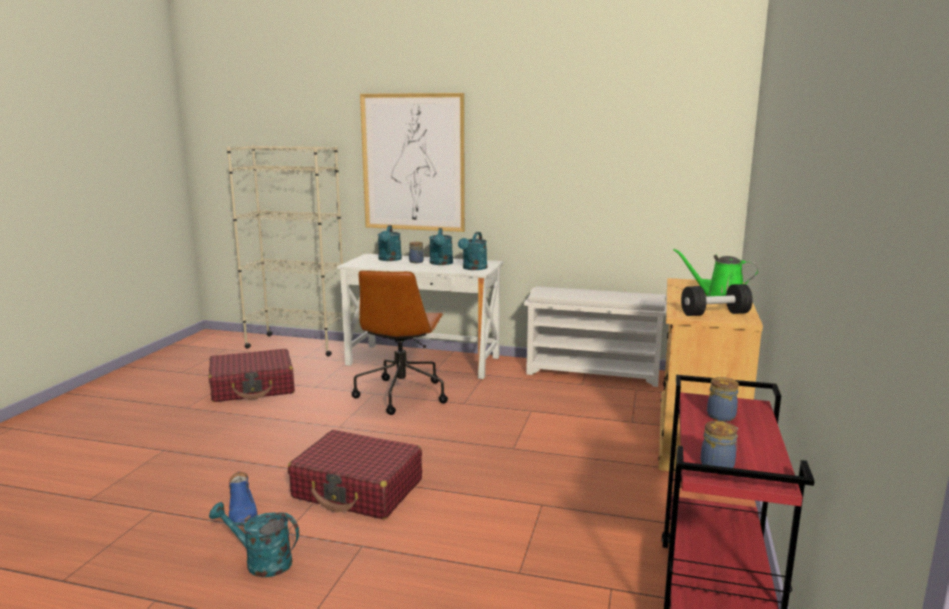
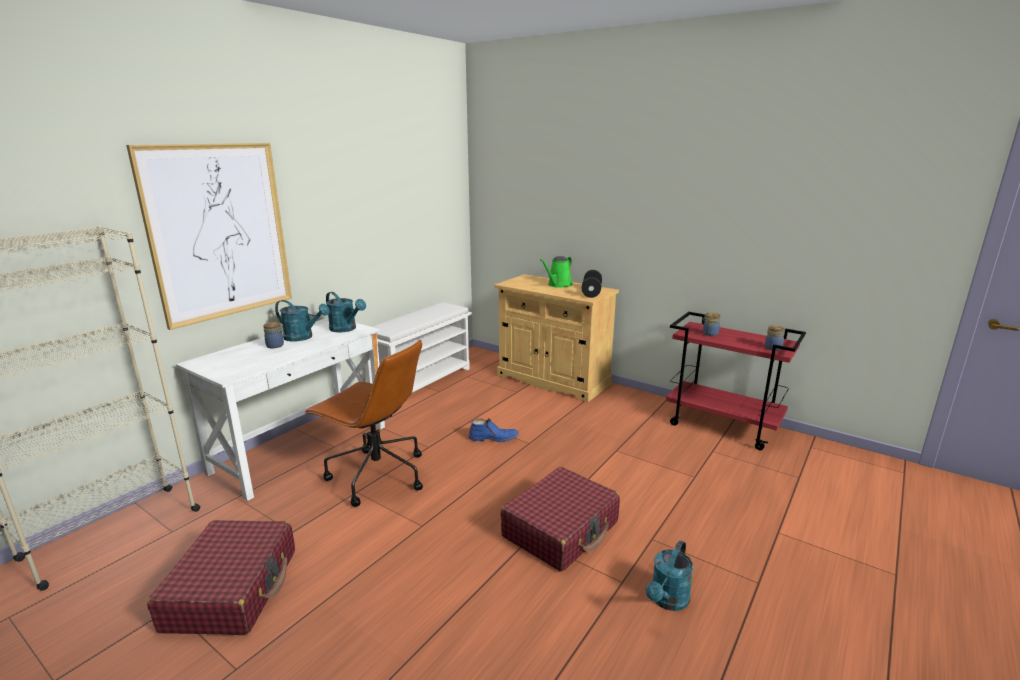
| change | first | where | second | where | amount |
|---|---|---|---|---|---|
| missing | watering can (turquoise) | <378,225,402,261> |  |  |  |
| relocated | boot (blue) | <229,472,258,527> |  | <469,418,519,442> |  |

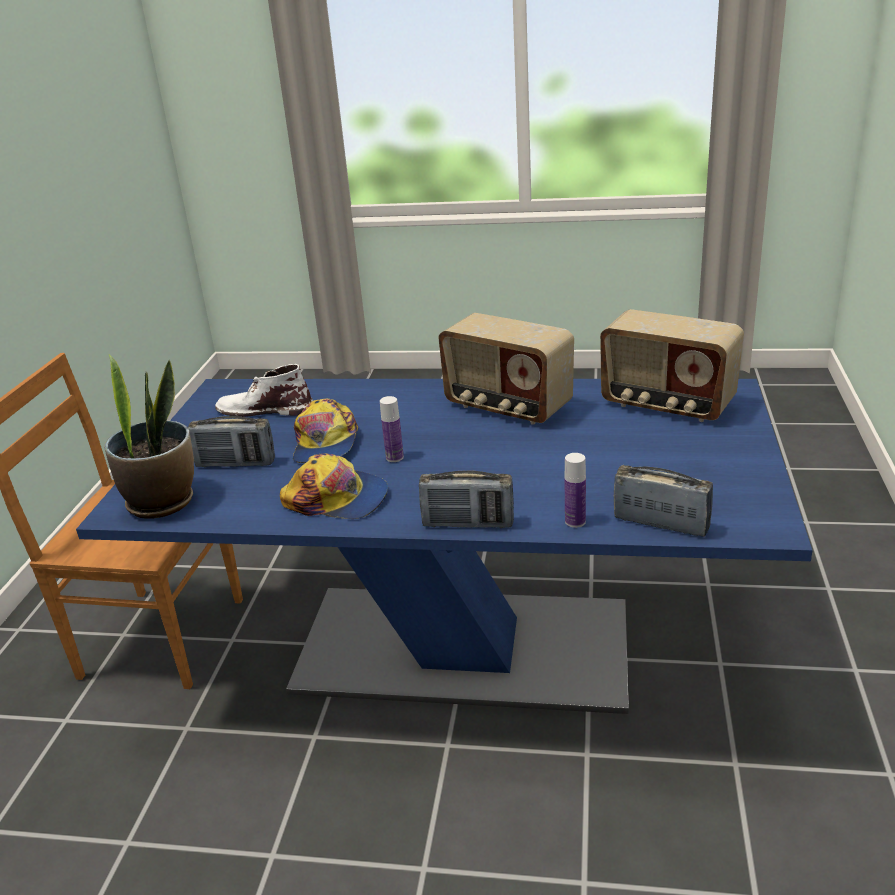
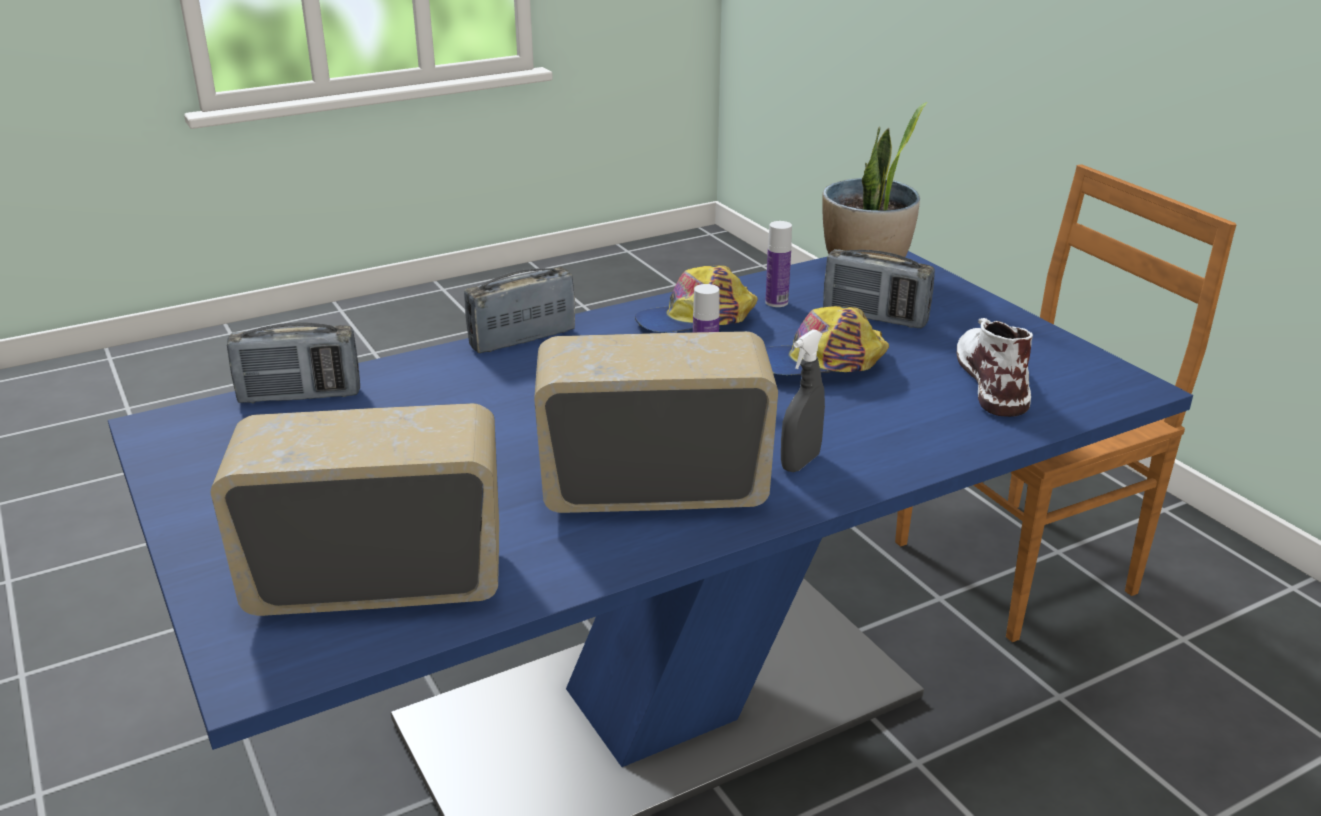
| change | first | where | second | where | amount |
|---|---|---|---|---|---|
| appeared |  |  | spray bottle (grey) | <781,329,825,472> |  |
| relocated | bottle | <564,453,586,528> |  | <765,221,792,307> |  |
| spun | radio | <188,416,275,467> |  | <823,249,935,328> | 120 degrees counterclockwise |
| spun | boot (white) | <215,364,313,417> |  | <957,318,1033,417> | 60 degrees counterclockwise |
| spun | cap | <293,399,359,463> |  | <766,306,889,375> | 60 degrees counterclockwise |

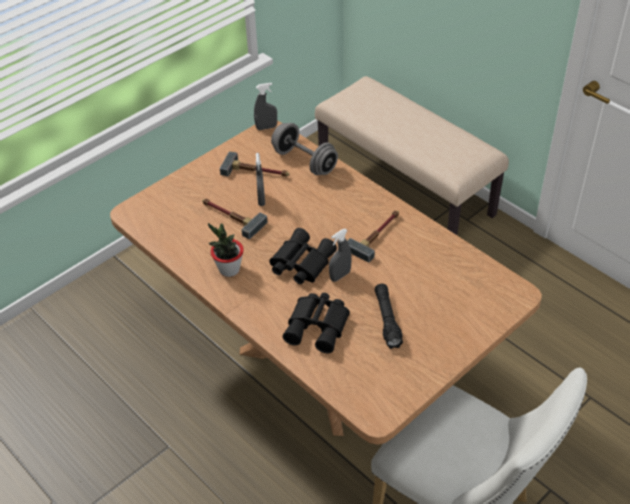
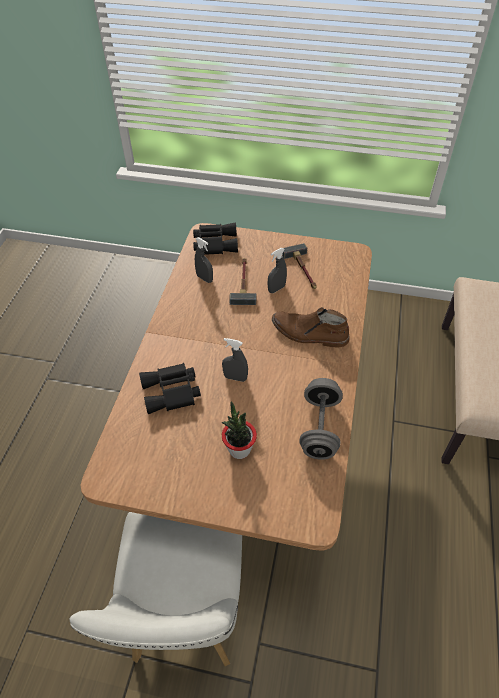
| change | first | where | second | where | amount |
|---|---|---|---|---|---|
| missing | hammer | <347,210,399,263> |  |  |  |
| missing | flashlight (black) | <375,284,403,349> |  |  |  |
| appeared |  |  | boot (brown) | <272,307,350,347> |  |
| relocated | potted plant | <208,223,244,277> |  | <222,401,257,459> |  |
| relocated | spray bottle (grey) | <254,83,277,130> |  | <195,237,213,283> |  |
| relocated | binoculars (black) | <270,228,337,284> |  | <193,223,238,255> |  |
| relocated | dumbbell (grey) | <271,123,338,175> |  | <299,378,343,460> |  |

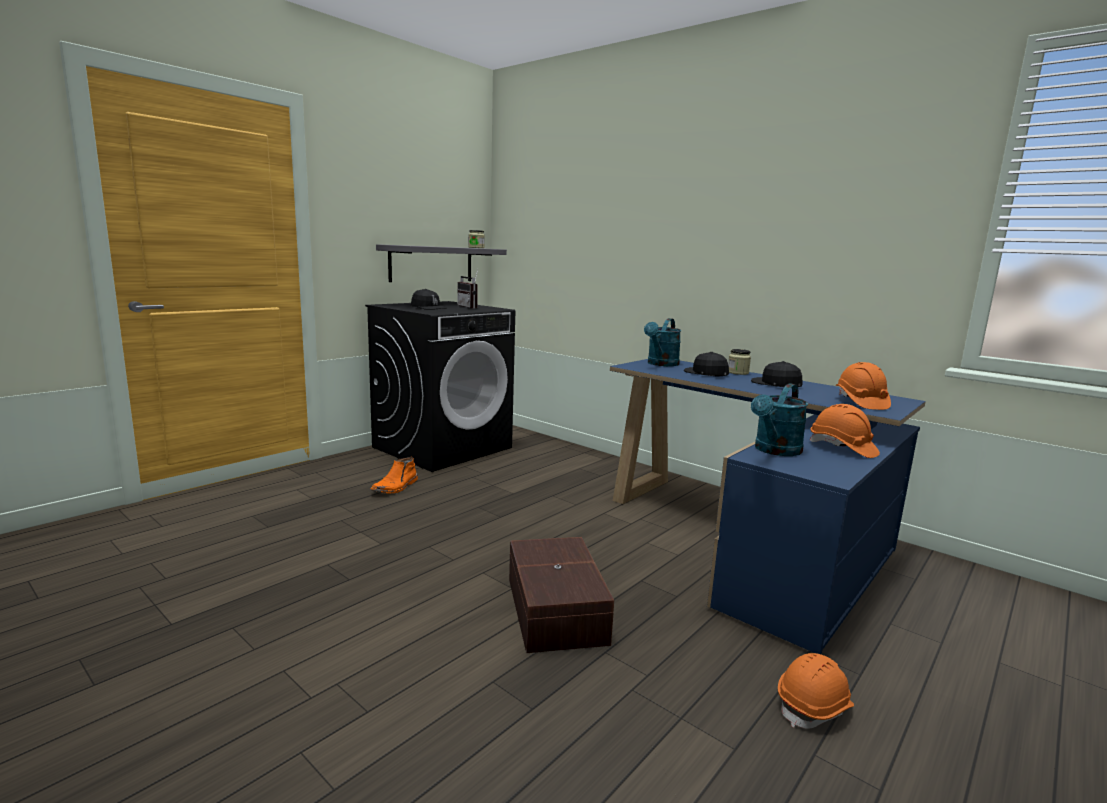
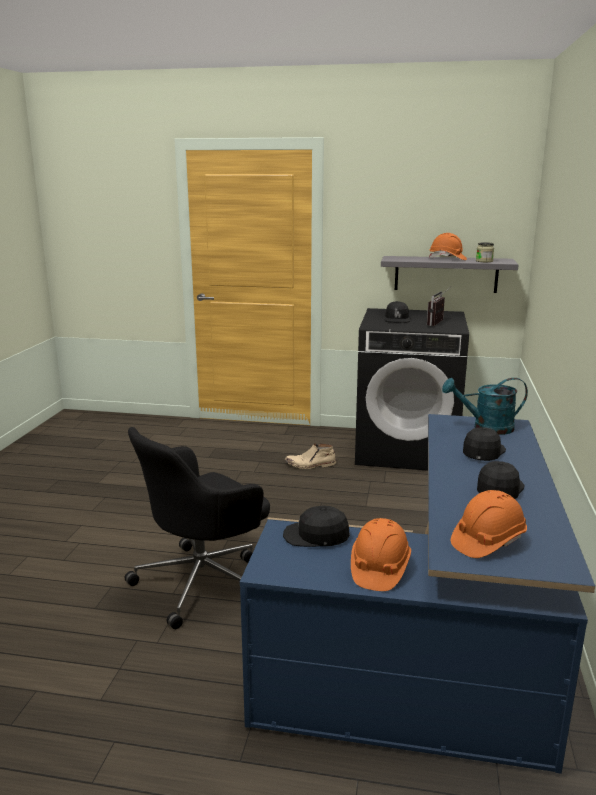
| change | first | where | second | where | amount |
|---|---|---|---|---|---|
| missing | jar | <728,349,751,375> |  |  |  |
| relocated | hard hat (orange) | <778,653,854,729> |  | <429,233,467,260> |  |
| exchanged | storage box (brown) | <509,537,614,653> | office chair (black) | <125,427,270,629> |  |
| exchanged | watering can (turquoise) | <751,383,808,456> | cap (black) | <283,506,350,547> |  |
| colour | boot (orange) | <371,457,418,494> | boot (beige) | <285,443,336,469> |  |

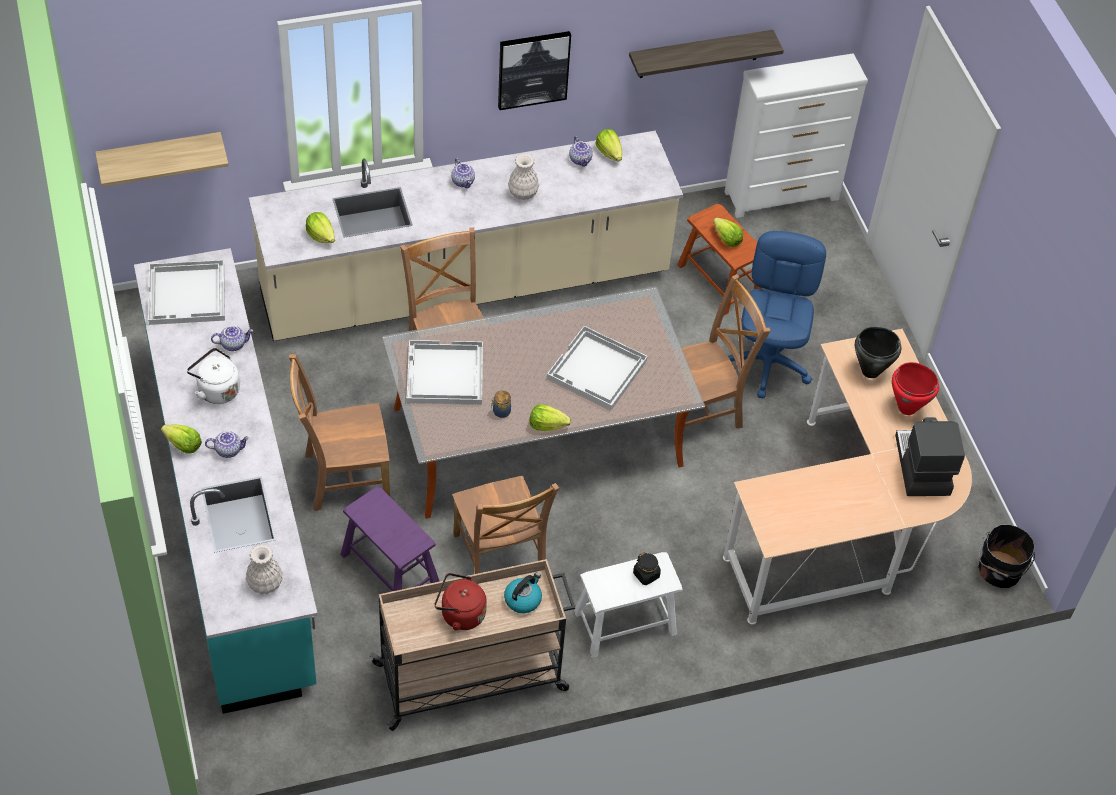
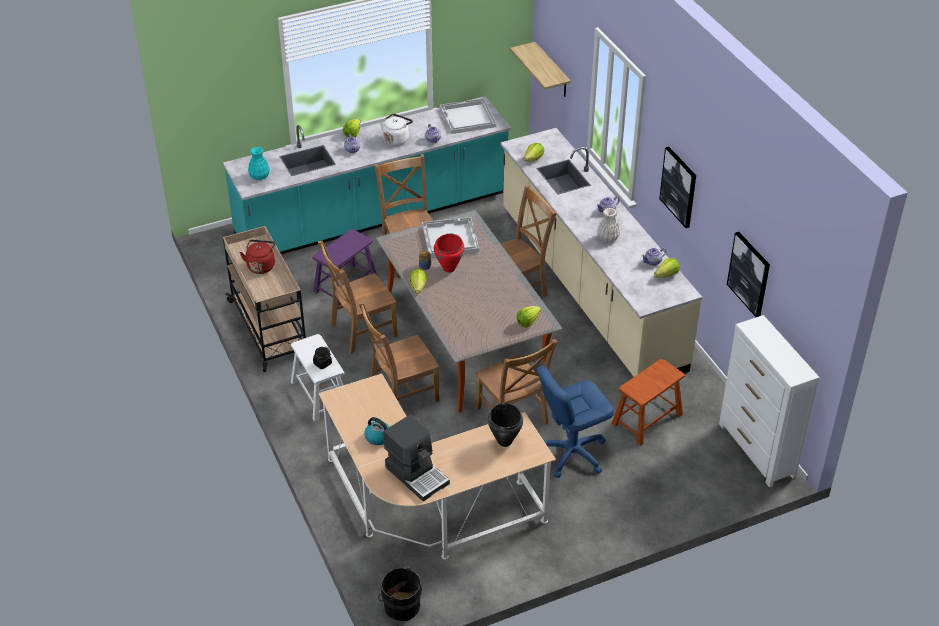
| change | first | where | second | where | amount |
|---|---|---|---|---|---|
| missing | tray (white) | <547,326,648,410> |  |  |  |
| appeared |  |  | chair (brown) | <358,302,439,403> |  |
| relocated | kettle | <504,572,542,613> |  | <364,417,390,445> |  |
| relocated | lettuce | <713,218,743,247> |  | <516,306,541,328> |  |
| relocated | cooking pot (red) | <892,362,939,415> |  | <434,234,464,273> |  |
| exchanged | shelf | <629,30,784,78> | picture | <727,232,770,317> |  |
| colour | vase (white) | <246,545,283,594> | vase (turquoise) | <248,147,270,180> |  |
| spun | office chair (blue) | <728,231,826,399> |  | <536,366,614,478> | 150 degrees clockwise |
| spun | coffee machine | <895,417,965,496> |  | <383,415,450,501> | 60 degrees clockwise |

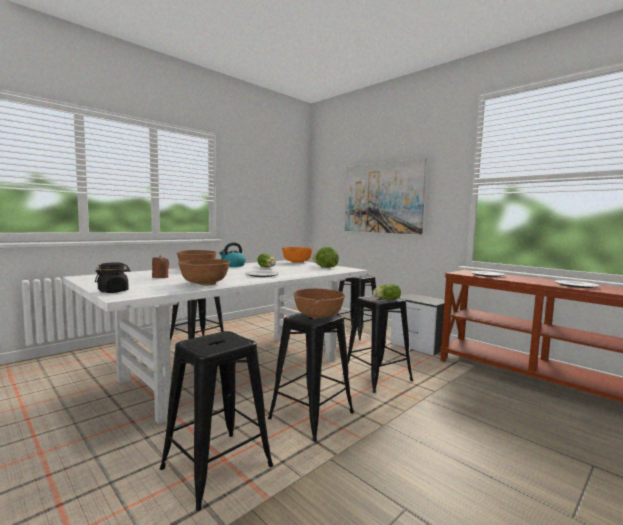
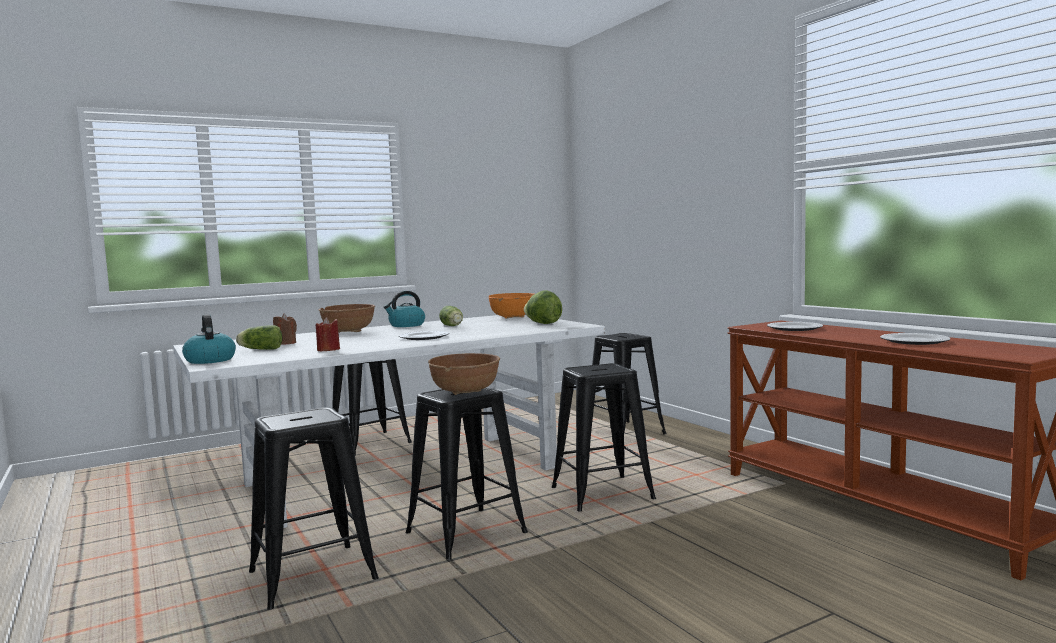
| change | first | where | second | where | amount |
|---|---|---|---|---|---|
| missing | picture | <345,158,427,234> |  |  |  |
| missing | nightstand | <391,293,452,355> |  |  |  |
| relocated | lettuce | <373,284,401,299> |  | <236,325,282,350> |  |
| exchanged | jar (black) | <95,262,131,293> | kettle | <182,314,236,364> |  |
| exchanged | bowl (brown) | <178,259,230,286> | candle (red) | <316,318,340,352> |  |

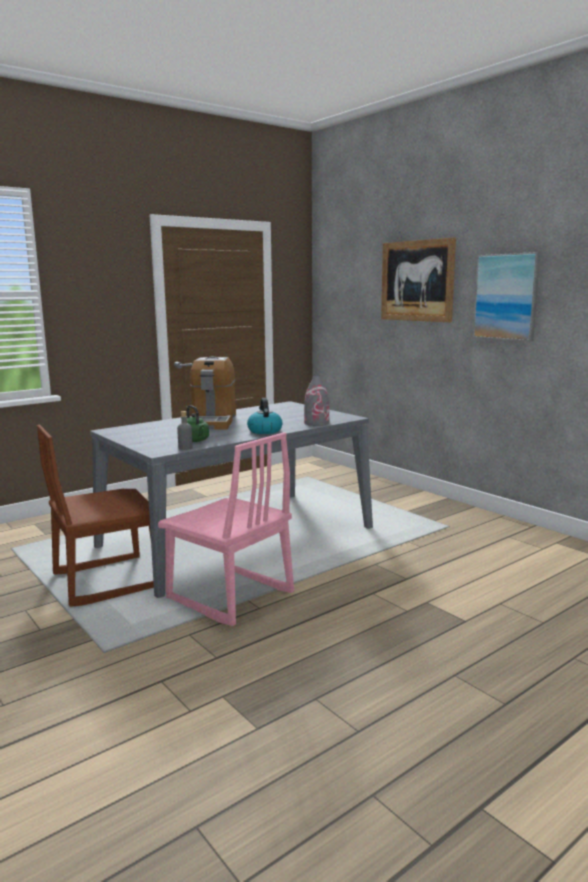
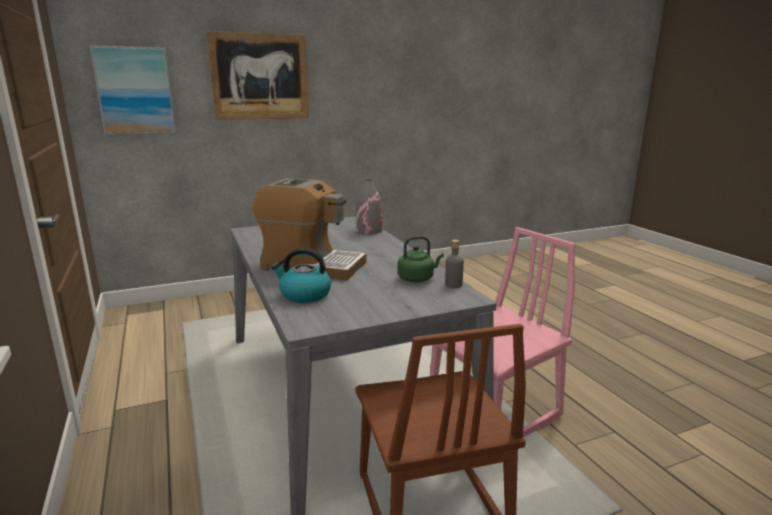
| change | first | where | second | where | amount |
|---|---|---|---|---|---|
| relocated | kettle | <247,398,282,434> |  | <271,248,331,303> |  |
| relocated | picture | <473,252,540,341> |  | <90,45,176,135> |  |

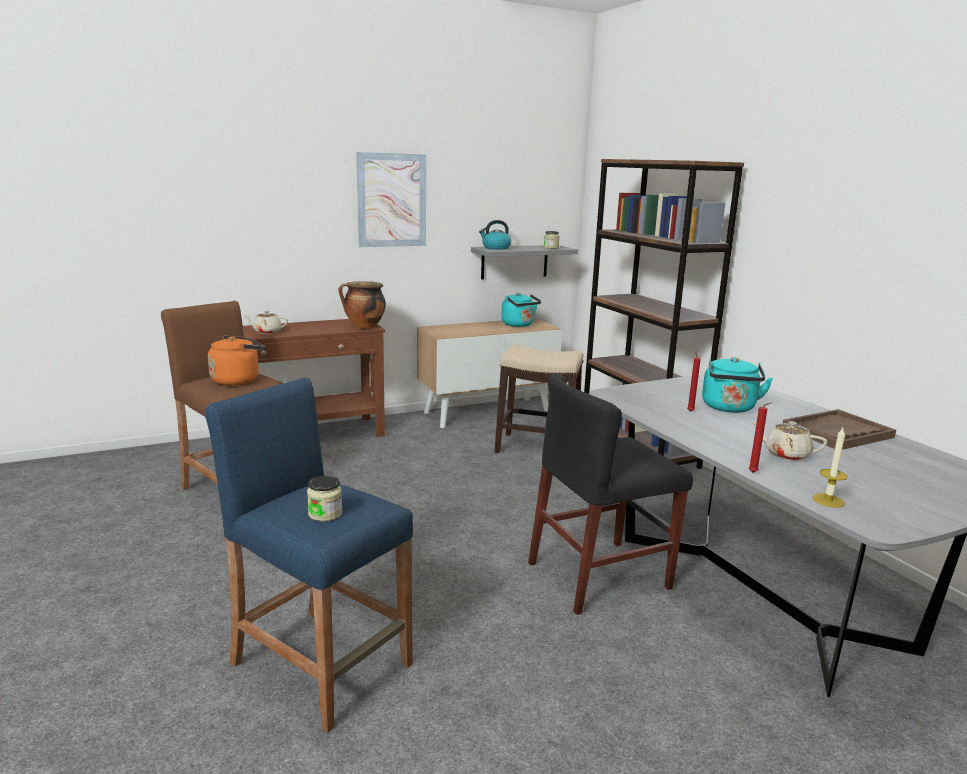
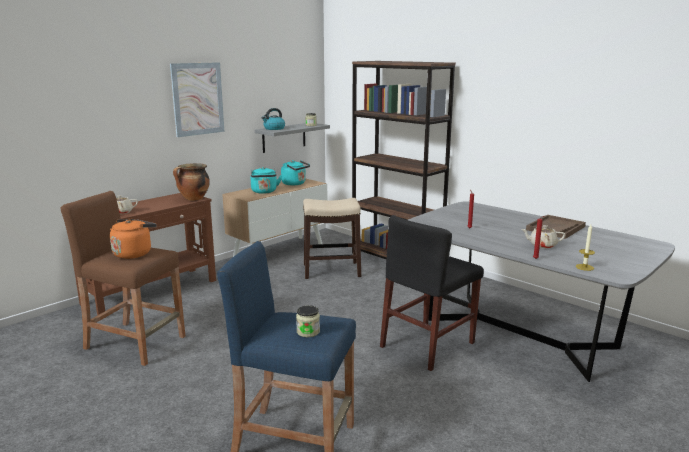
| change | first | where | second | where | amount |
|---|---|---|---|---|---|
| relocated | kettle (turquoise) | <702,357,773,413> |  | <251,167,282,194> |  |

